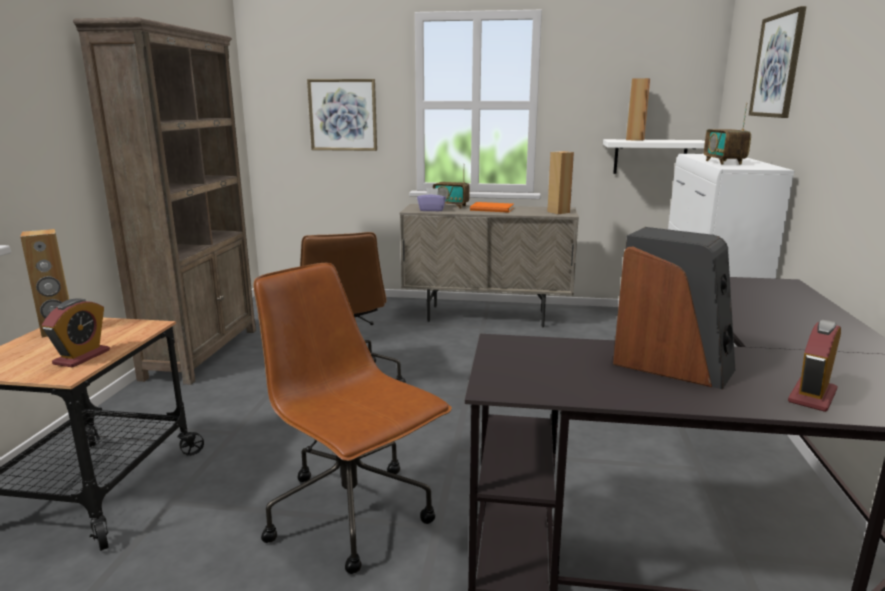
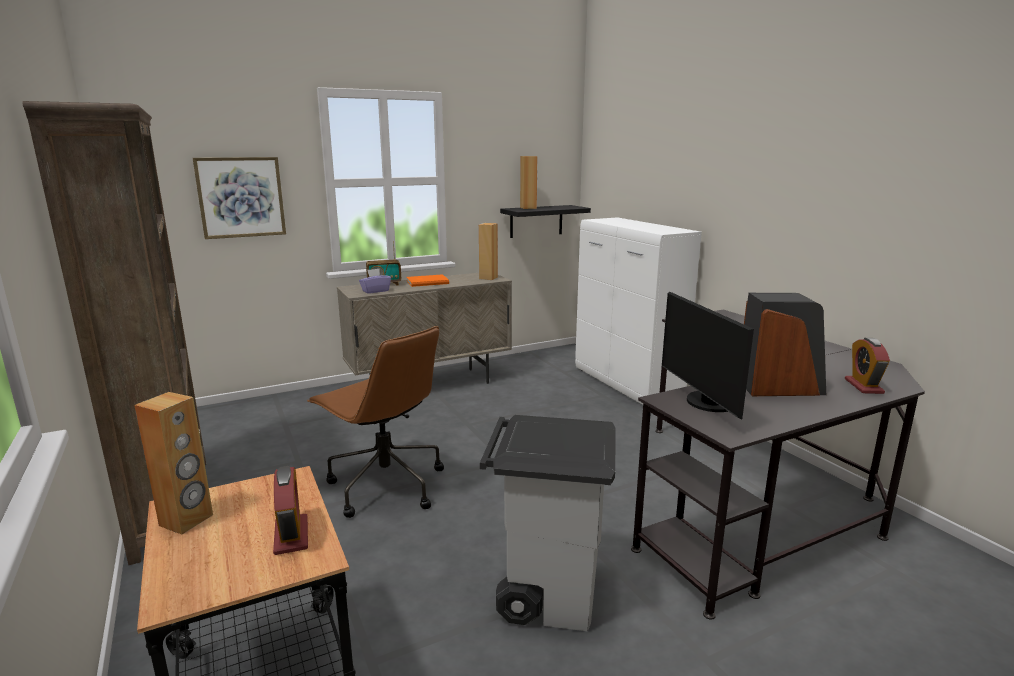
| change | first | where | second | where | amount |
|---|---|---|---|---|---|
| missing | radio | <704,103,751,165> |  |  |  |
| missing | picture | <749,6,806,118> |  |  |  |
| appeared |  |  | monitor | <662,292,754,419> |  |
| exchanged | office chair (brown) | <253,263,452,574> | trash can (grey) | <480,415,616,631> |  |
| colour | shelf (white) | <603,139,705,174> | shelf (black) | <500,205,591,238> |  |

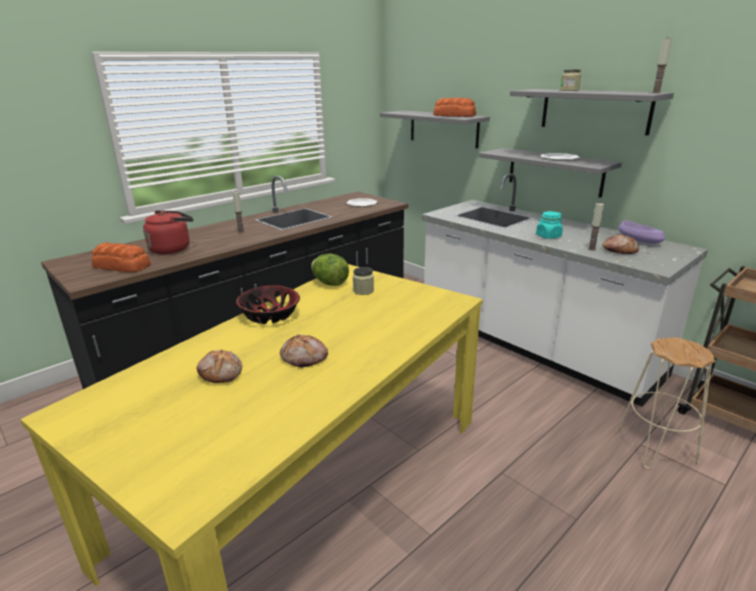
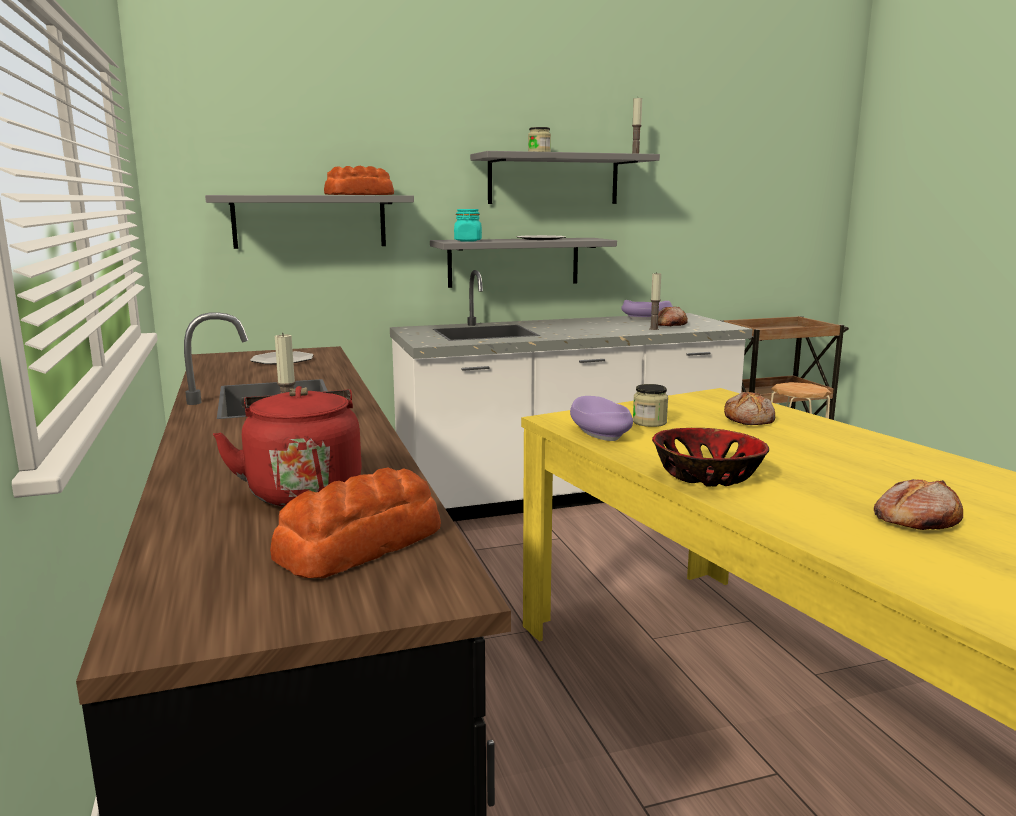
| change | first | where | second | where | amount |
|---|---|---|---|---|---|
| relocated | bread | <280,334,328,368> |  | <724,392,775,425> |  |
| relocated | jar (turquoise) | <536,211,563,239> |  | <454,209,482,242> |  |
| exchanged | lettuce | <311,253,349,286> | bowl (purple) | <570,396,633,441> |  |

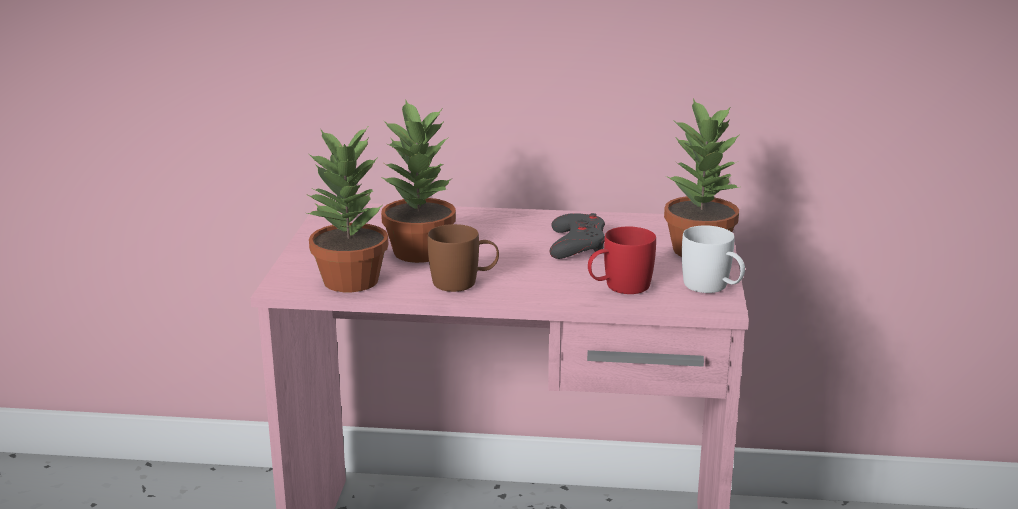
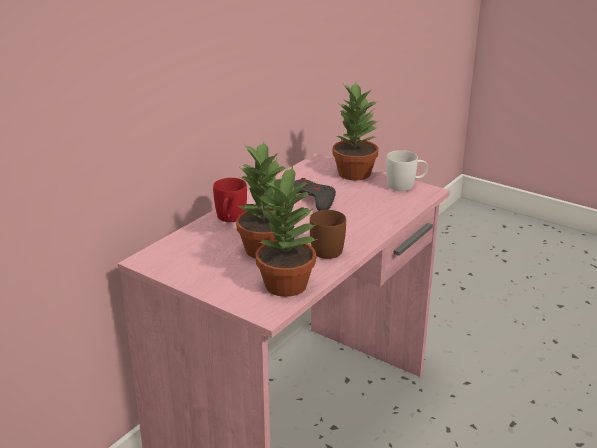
| change | first | where | second | where | amount |
|---|---|---|---|---|---|
| relocated | mug (red) | <588,227,656,294> |  | <213,178,247,222> |  |

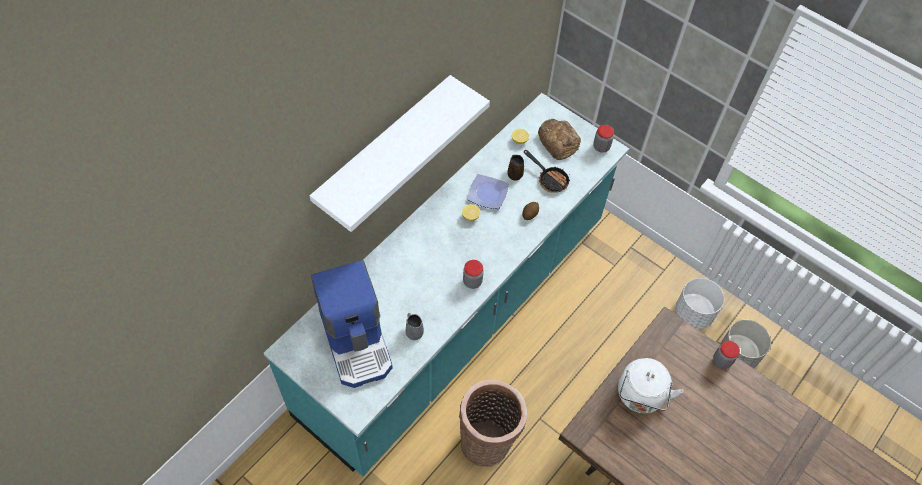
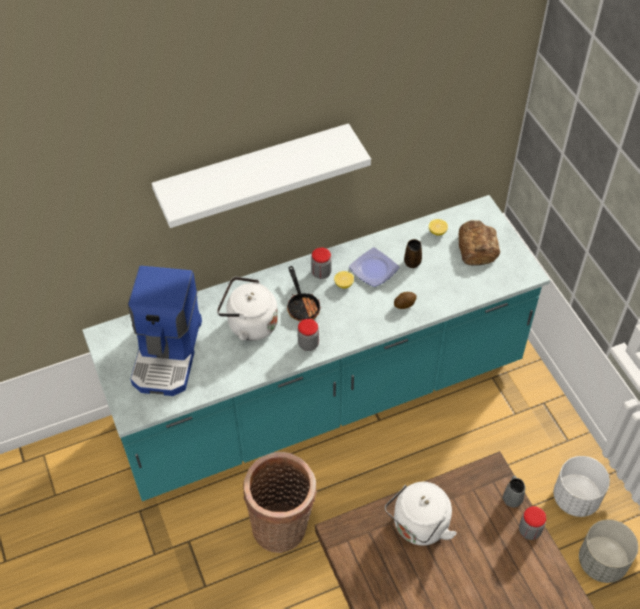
| change | first | where | second | where | amount |
|---|---|---|---|---|---|
| appeared |  |  | kettle (white) | <217,277,278,341> |  |
| relocated | mug (grey) | <406,313,424,340> |  | <503,476,525,508> |  |
| relocated | frying pan | <524,150,570,193> |  | <287,266,321,321> |  |
| relocated | jar | <593,125,614,153> |  | <311,247,332,279> |  |

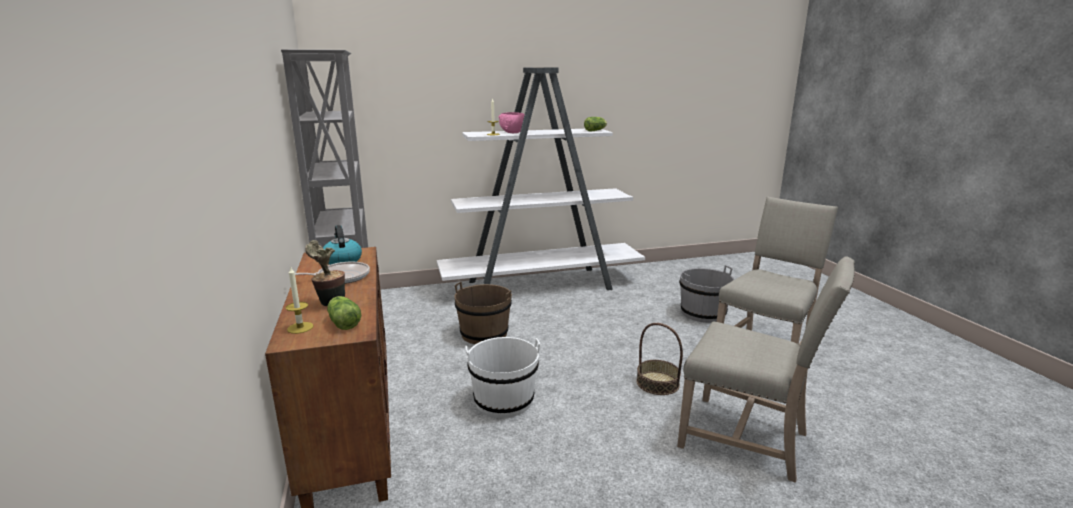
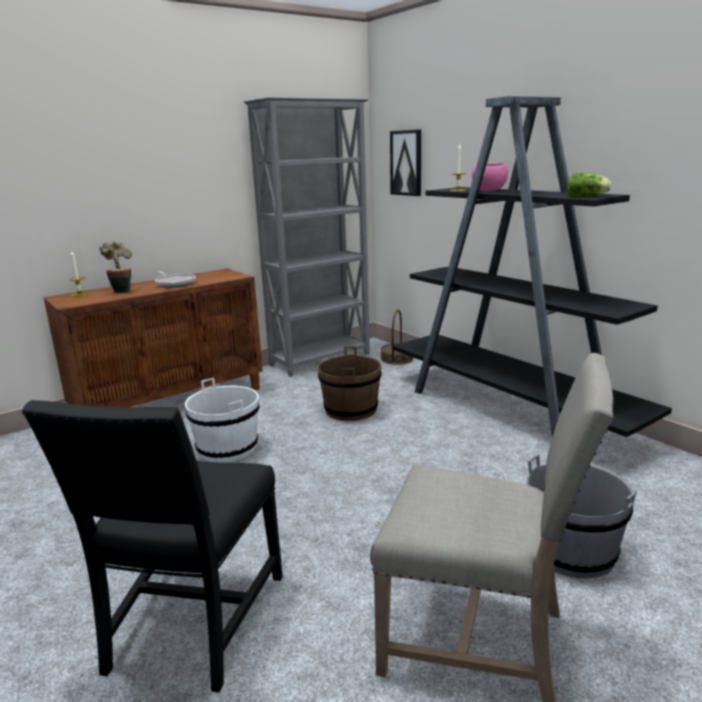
| change | first | where | second | where | amount |
|---|---|---|---|---|---|
| missing | kettle | <323,225,362,265> |  |  |  |
| missing | lettuce | <327,296,361,330> |  |  |  |
| appeared |  |  | picture | <390,129,421,196> |  |
| relocated | basket | <636,323,683,395> |  | <381,310,414,365> |  |
| colour | bookcase (white) | <437,67,645,290> | bookcase (black) | <393,96,672,437> |  |
| colour | chair (beige) | <677,256,855,483> | chair (black) | <22,400,283,693> |  |

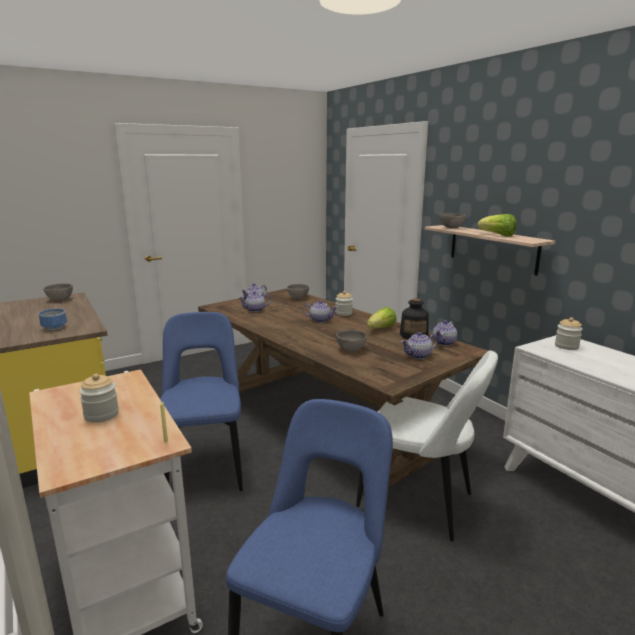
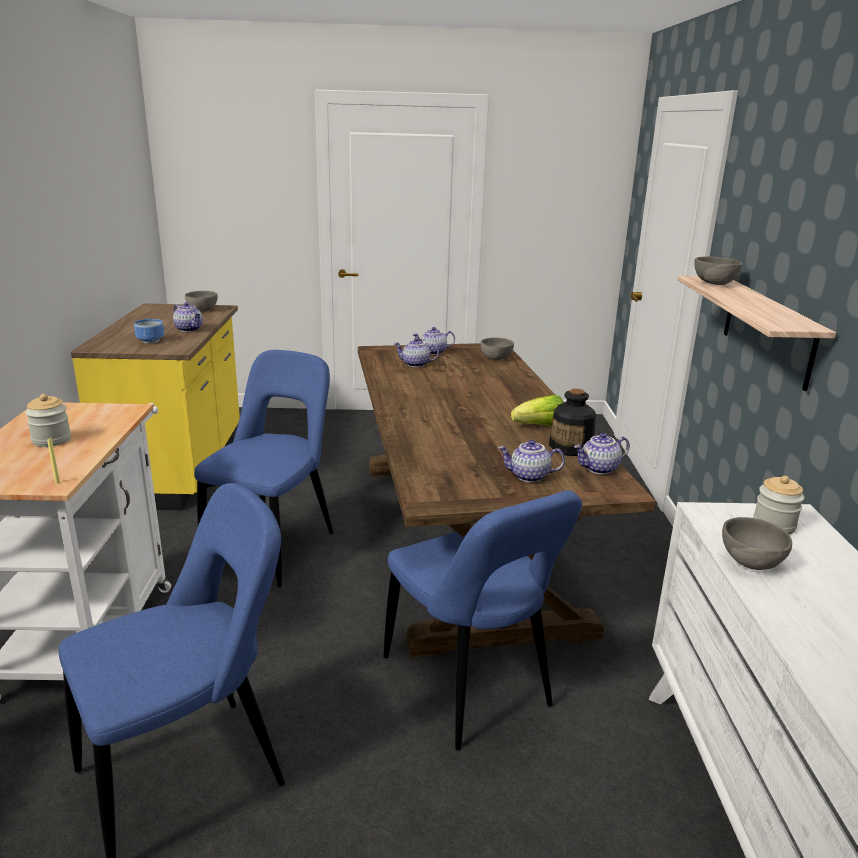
| change | first | where | second | where | amount |
|---|---|---|---|---|---|
| missing | jar | <335,291,353,316> |  |  |  |
| missing | lettuce | <477,214,517,237> |  |  |  |
| relocated | teapot | <303,300,337,323> |  | <173,302,203,332> |  |
| relocated | bowl (grey) | <336,330,367,352> |  | <722,517,792,570> |  |
| colour | chair (white) | <356,350,498,541> | chair (blue) | <383,490,582,751> |  |

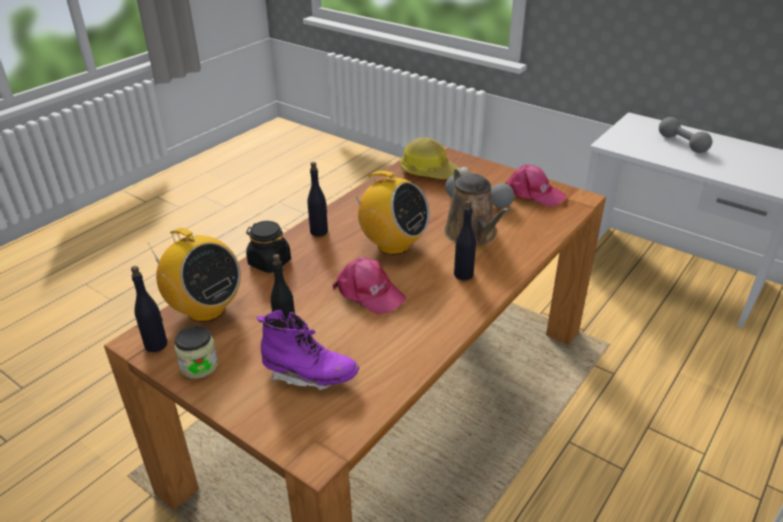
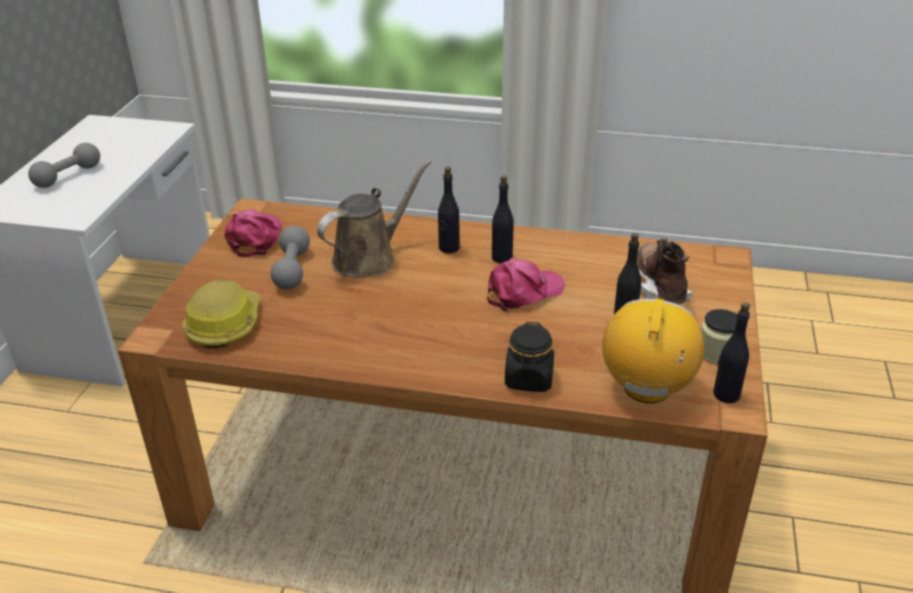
| change | first | where | second | where | amount |
|---|---|---|---|---|---|
| missing | radio | <351,171,430,255> |  |  |  |
| relocated | bottle (black) | <307,162,328,236> |  | <492,175,514,263> |  |
| colour | boot (purple) | <257,310,359,390> | boot (brown) | <637,238,692,305> |  |
| spun | cap (pink) | <333,257,406,314> |  | <487,258,565,312> | 45 degrees clockwise |

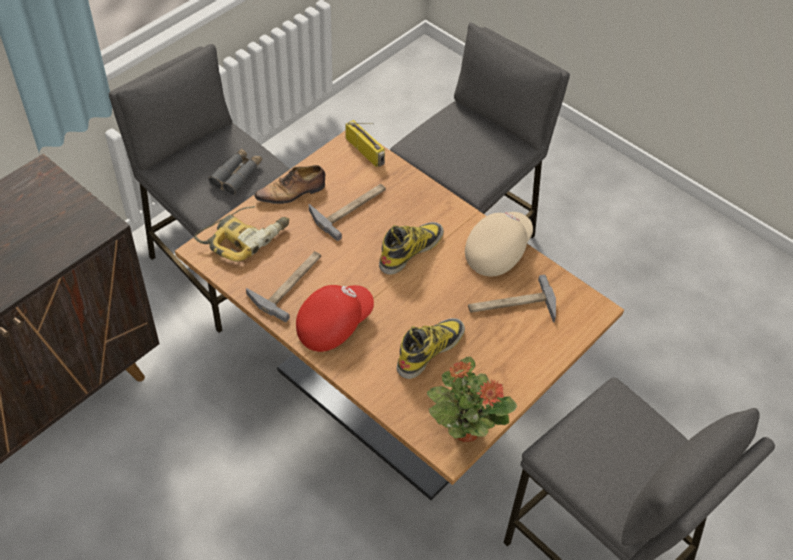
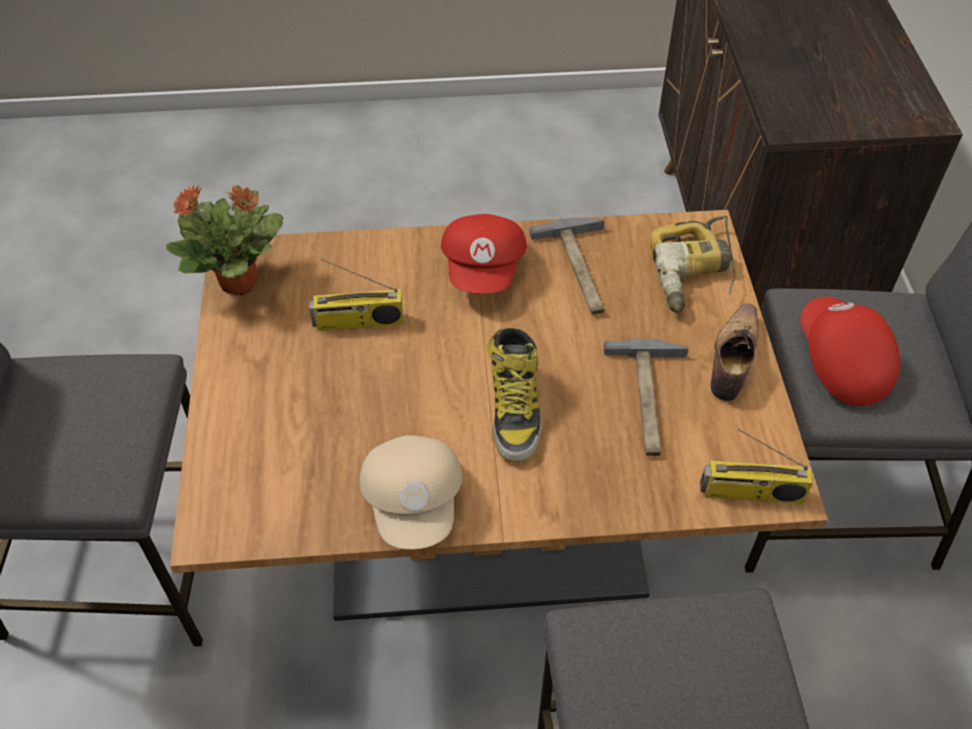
| change | first | where | second | where | amount |
|---|---|---|---|---|---|
| missing | hammer | <468,274,556,322> |  |  |  |
| exchanged | binoculars (grey) | <209,148,262,195> | cap (red) | <800,297,900,406> |  |
| exchanged | boot | <396,318,465,379> | radio | <309,259,404,331> |  |

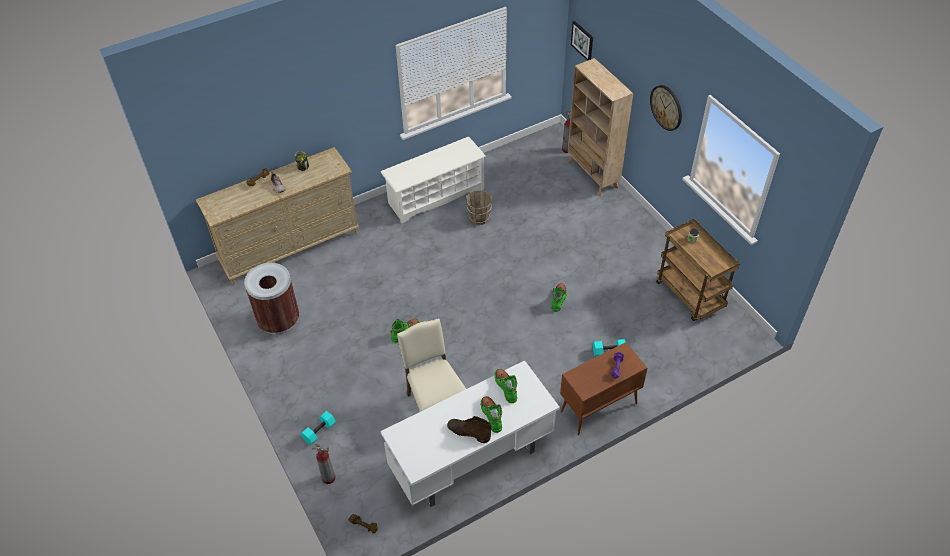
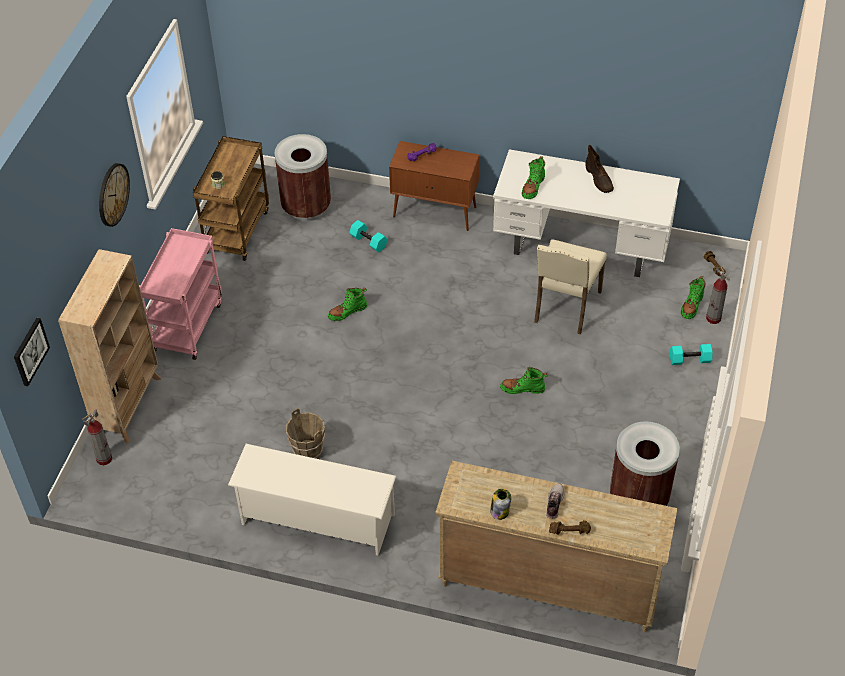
| change | first | where | second | where | amount |
|---|---|---|---|---|---|
| appeared |  |  | cart (pink) | <139,228,222,360> |  |
| appeared |  |  | trash can (brown) | <274,134,331,222> |  |
| relocated | boot (green) | <481,396,502,433> |  | <681,276,706,319> |  |

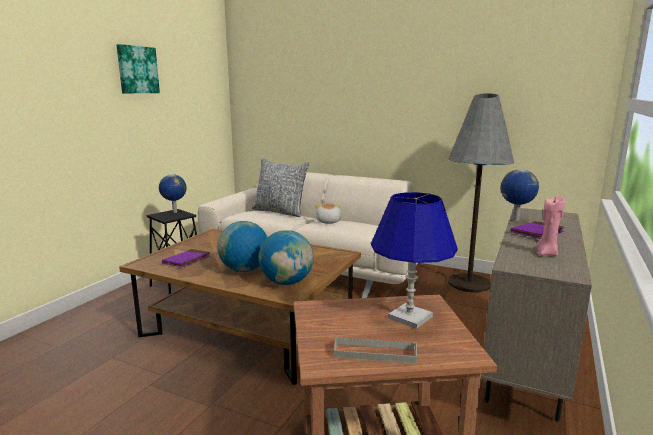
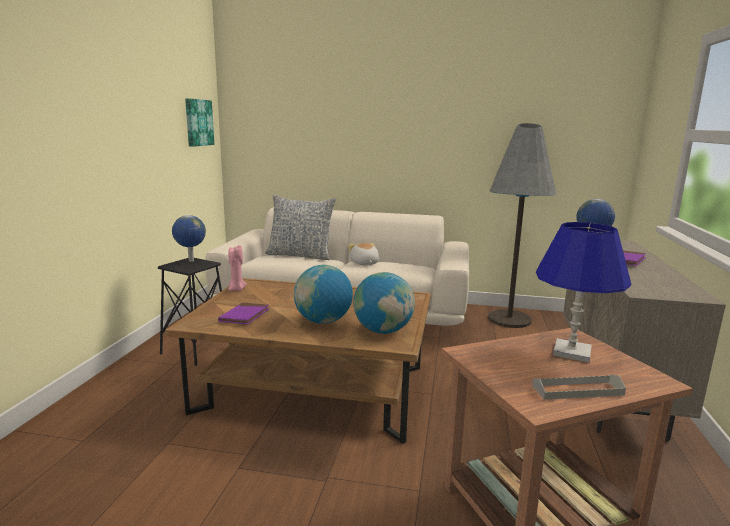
| change | first | where | second | where | amount |
|---|---|---|---|---|---|
| relocated | picture | <117,44,160,93> |  | <185,98,214,147> |  |
| relocated | candle (pink) | <535,196,565,256> |  | <228,245,247,291> |  |

